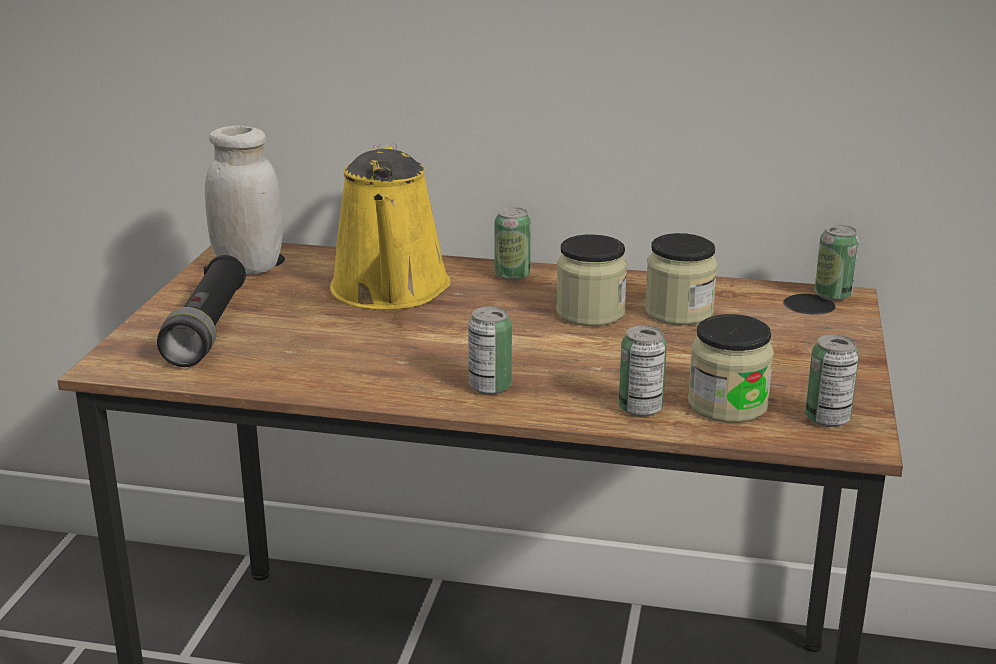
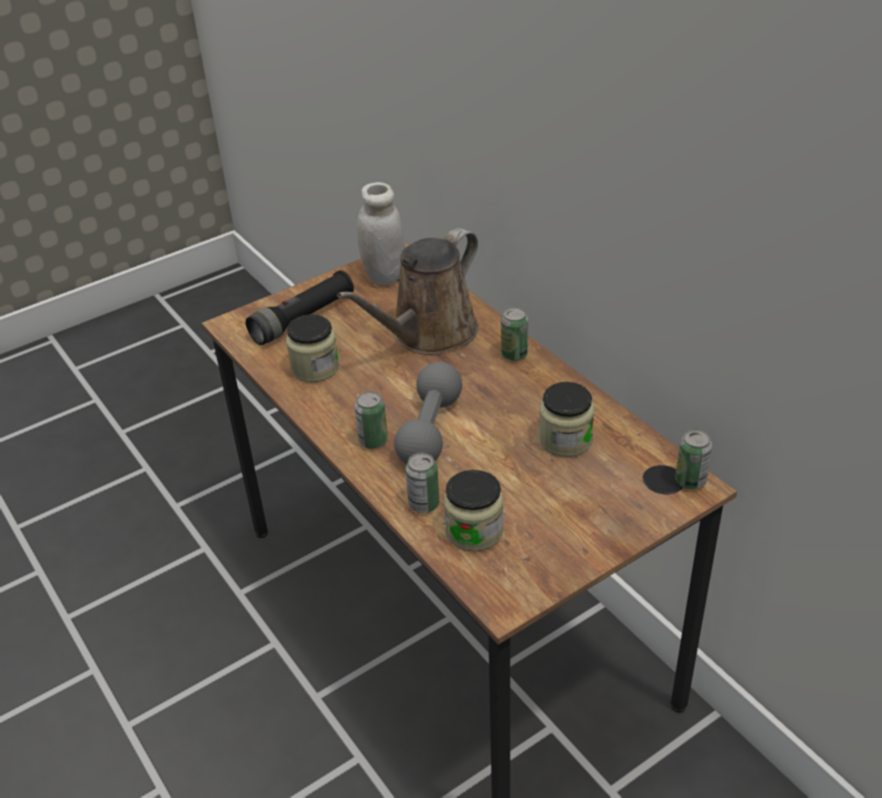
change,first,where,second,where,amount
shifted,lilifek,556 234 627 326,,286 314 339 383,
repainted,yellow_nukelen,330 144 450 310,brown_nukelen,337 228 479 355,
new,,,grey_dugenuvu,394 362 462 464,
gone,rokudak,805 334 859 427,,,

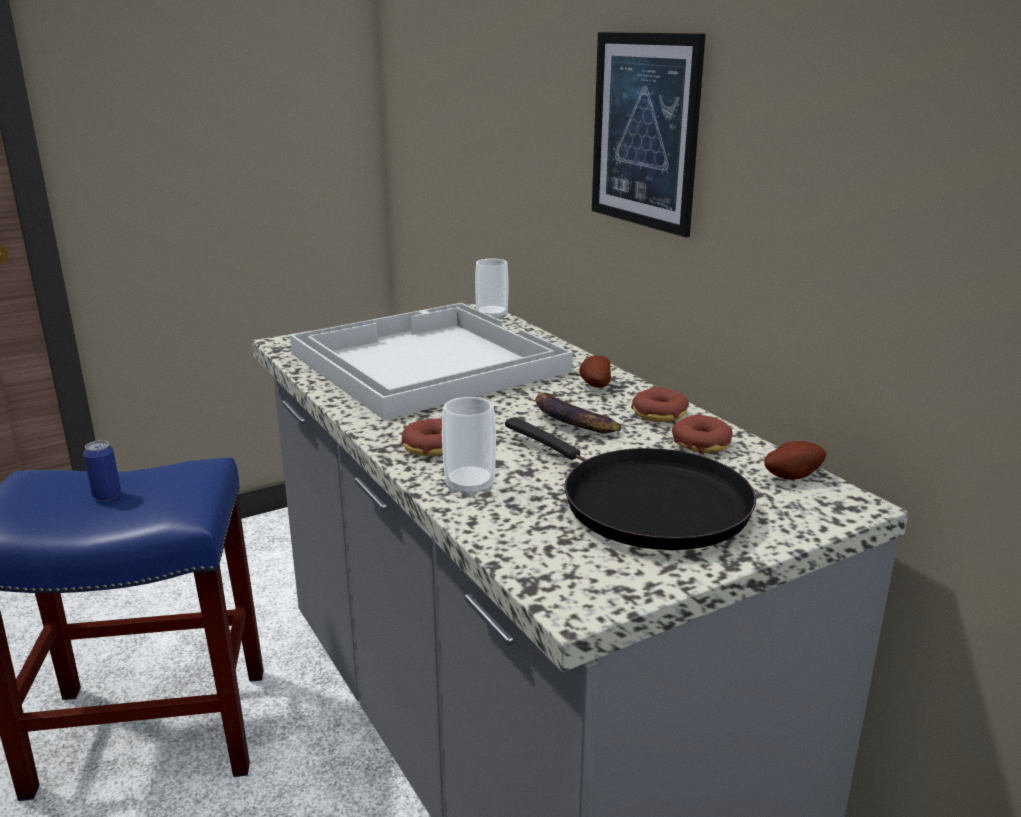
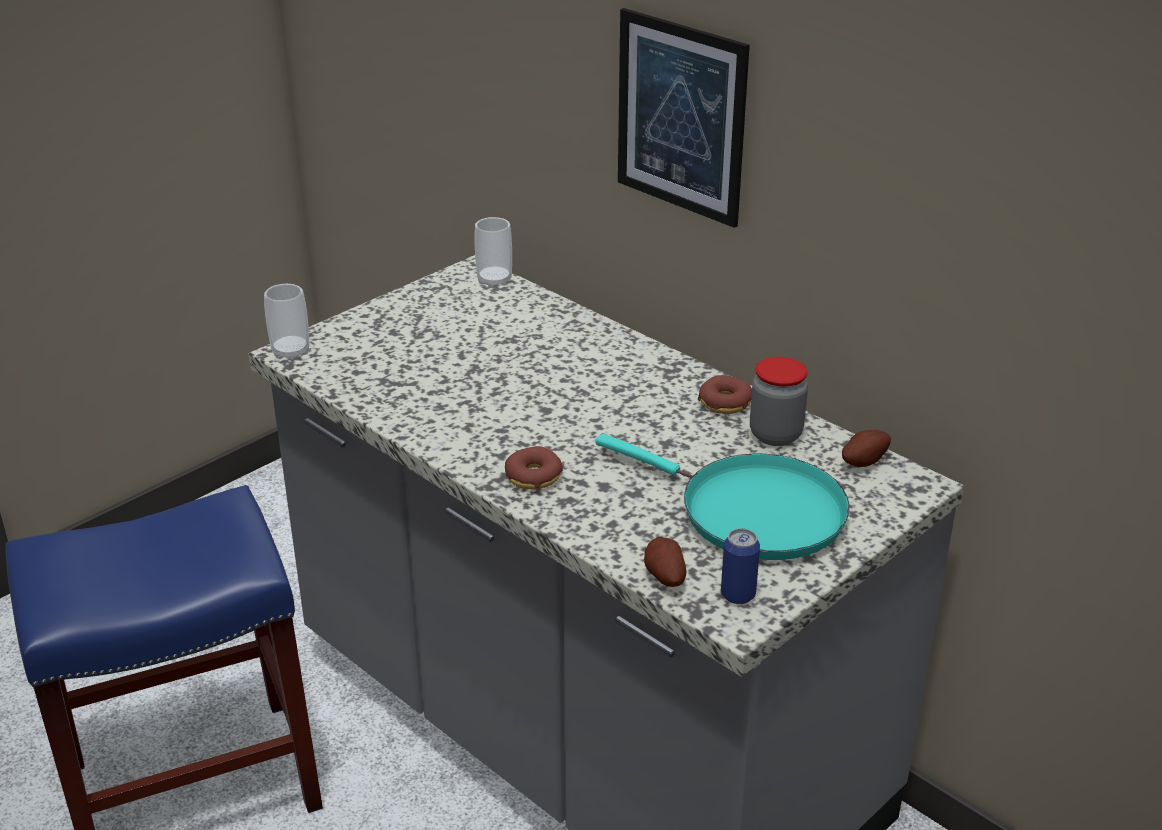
change,first,where,second,where,amount
shifted,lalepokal,442 397 496 497,,264 284 309 360,
repainted,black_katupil,505 417 756 550,turquoise_katupil,595 434 850 560,
shifted,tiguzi,579 355 611 388,,644 537 686 587,
shifted,rokudak,83 440 121 501,,721 528 760 604,
swapped,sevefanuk,672 415 733 454,lilifek,750 357 808 446,
gone,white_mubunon,290 303 573 420,,,
gone,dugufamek,535 393 622 433,,,

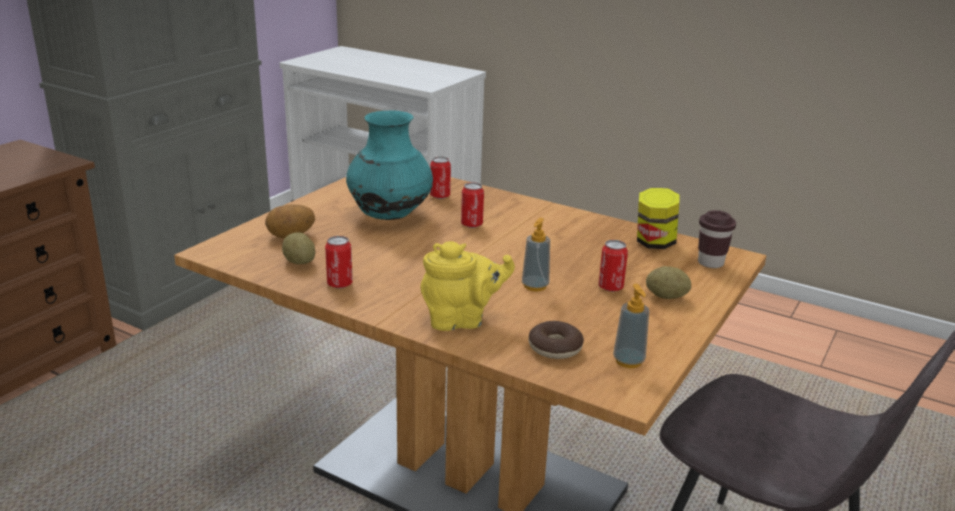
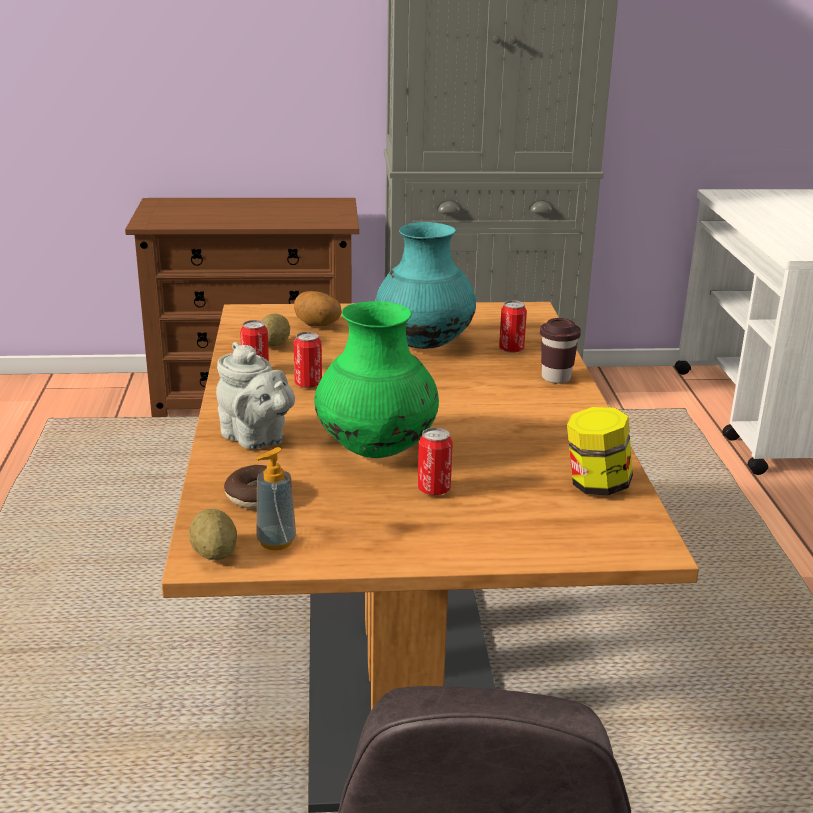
change,first,where,second,where,amount
shifted,tiguzi,646 266 691 299,,189 509 237 560,
repainted,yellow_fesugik,421 241 515 331,grey_fesugik,216 342 295 449,
shifted,rokudak,461 182 484 228,,294 332 322 388,
swapped,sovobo,522 218 550 291,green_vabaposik,314 301 439 458,
shifted,brown_lalepokal,698 210 736 268,,540 318 581 384,

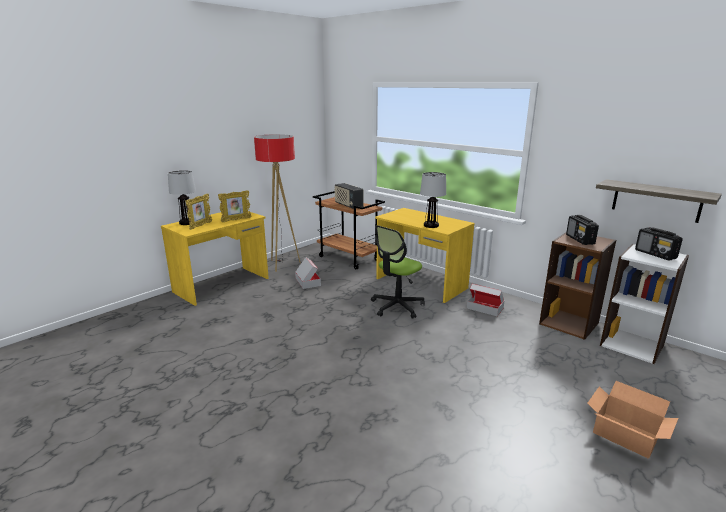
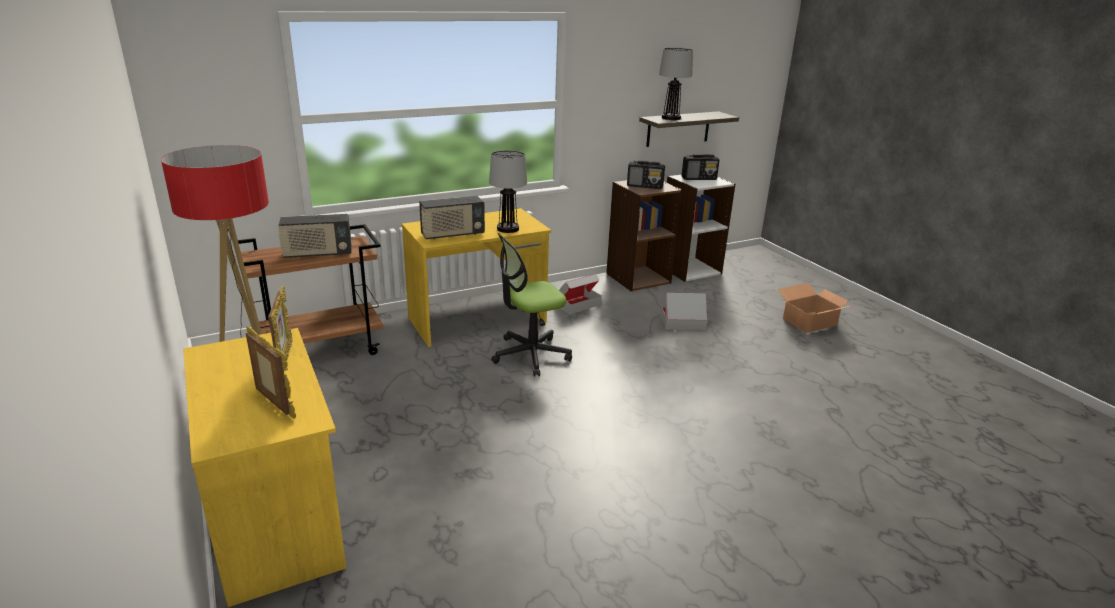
change,first,where,second,where,amount
new,,,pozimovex,419 196 485 240,
rotated,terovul,371 225 425 319,,491 233 572 376,90 degrees clockwise
shifted,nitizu,168 170 196 225,,659 48 693 120,
shifted,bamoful,295 257 321 289,,661 293 708 330,

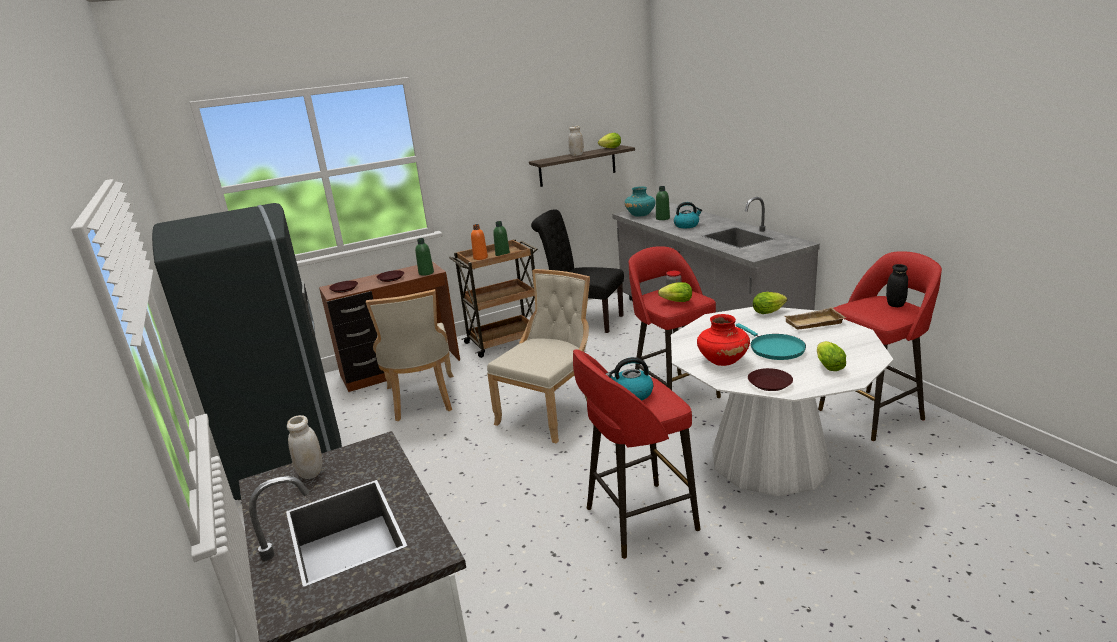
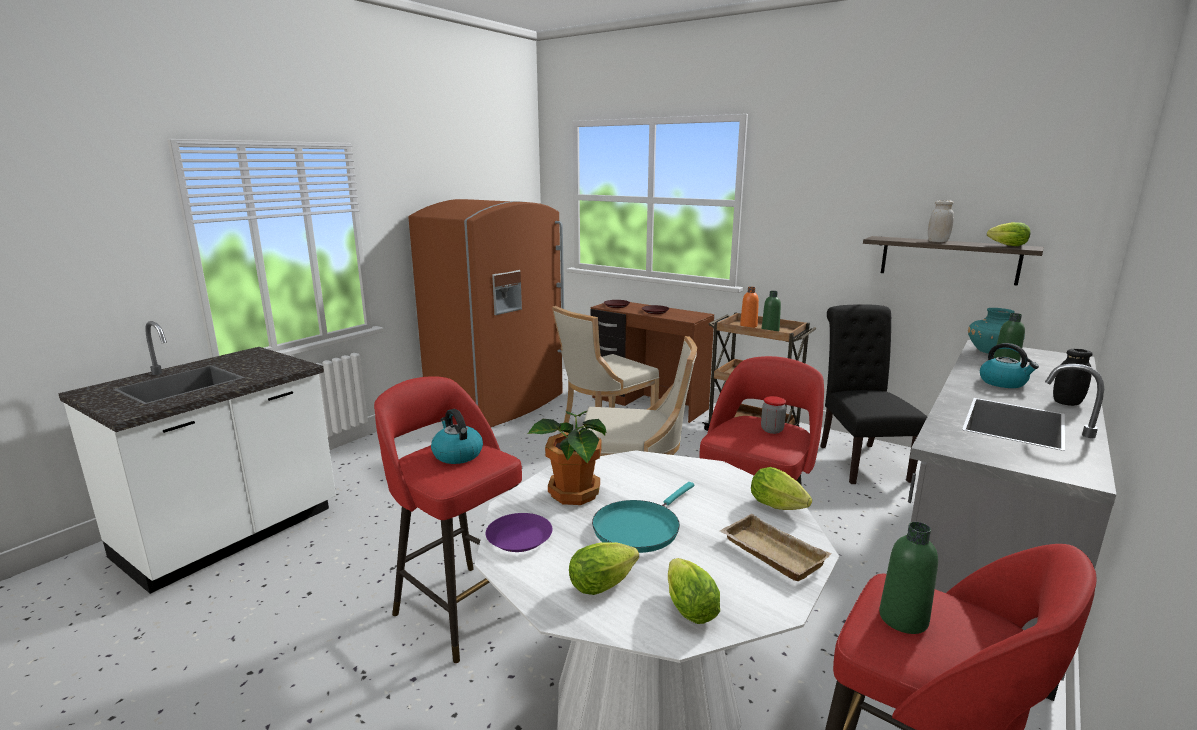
change,first,where,second,where,amount
repainted,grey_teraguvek,152 203 342 500,brown_teraguvek,408 199 564 427,
repainted,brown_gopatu,748 368 793 391,purple_gopatu,486 513 552 552,
swapped,red_vabaposik,697 314 750 366,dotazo,528 411 607 505,
shifted,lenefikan,658 282 692 302,,668 558 720 624,
shifted,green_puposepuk,415 238 434 276,,879 522 938 634,
shifted,black_lilifek,886 264 908 307,,1053 349 1092 406,
gone,white_lilifek,287 415 322 479,,,

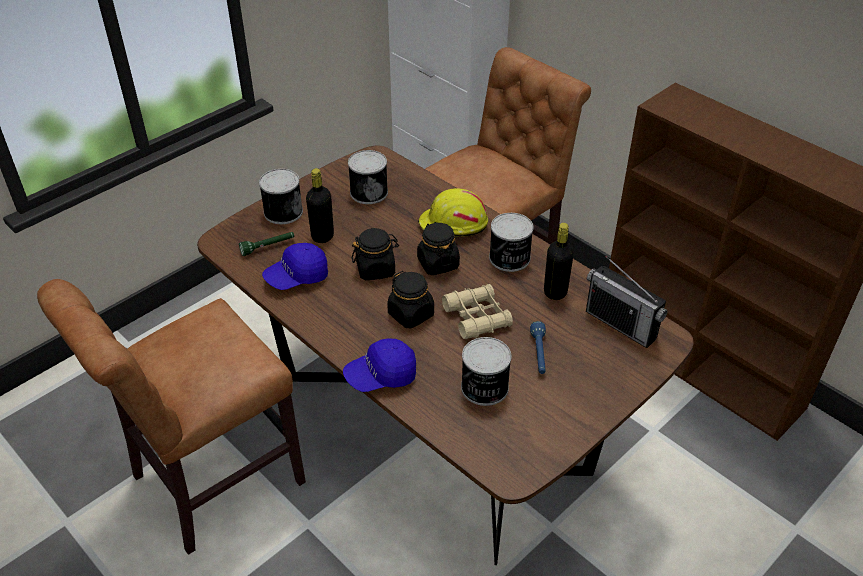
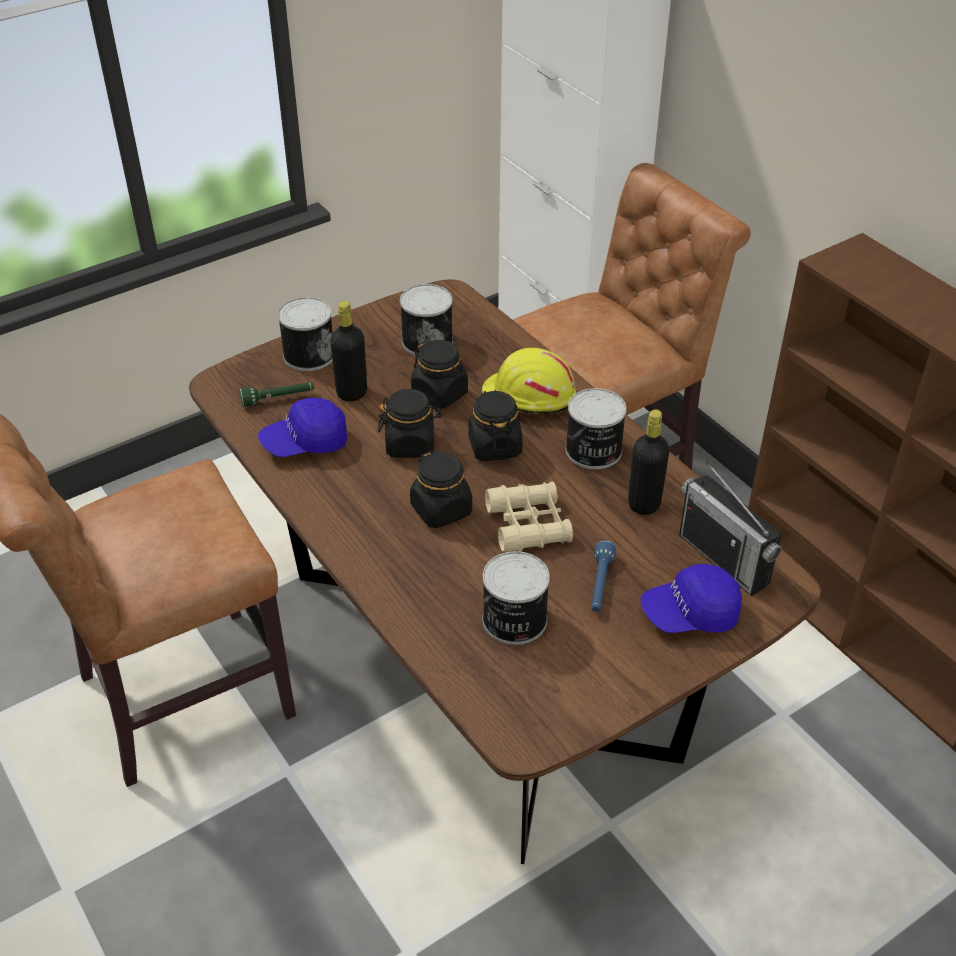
change,first,where,second,where,amount
new,,,black_lilifek,411 340 468 409,
shifted,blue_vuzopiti,343 338 416 392,,641 564 742 633,

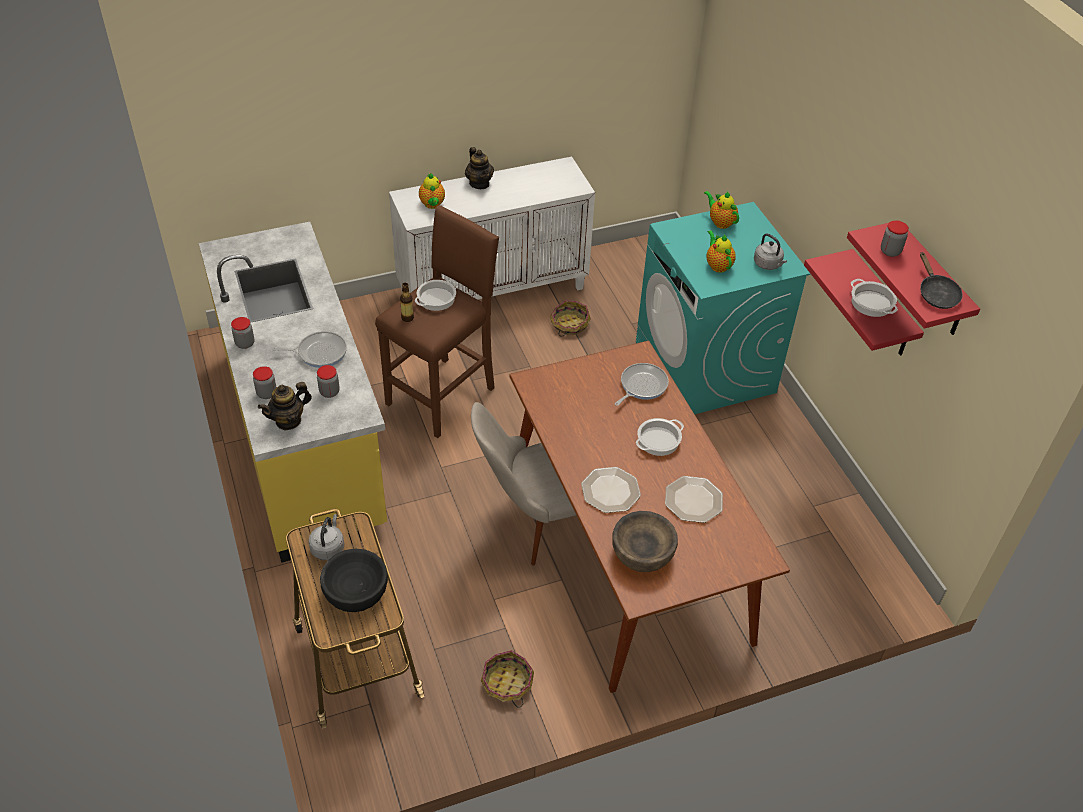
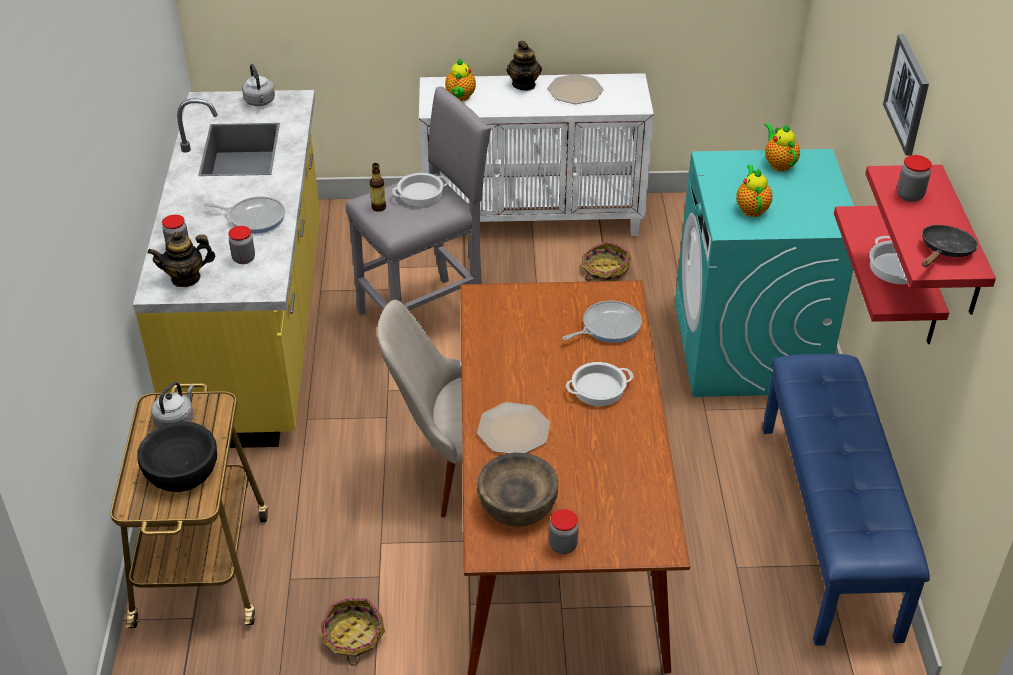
change,first,where,second,where,amount
shifted,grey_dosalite,754 233 787 270,,242 64 275 106,
repainted,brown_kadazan,375 205 499 438,grey_kadazan,346 86 491 316,
shifted,gopatu,665 476 723 523,,548 74 604 104,
shifted,lilifek,231 317 254 349,,549 509 578 554,
new,,,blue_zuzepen,763 354 930 646,
new,,,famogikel,883 34 929 155,
rotated,black_katupil,920 253 963 309,,922 225 978 267,150 degrees counterclockwise

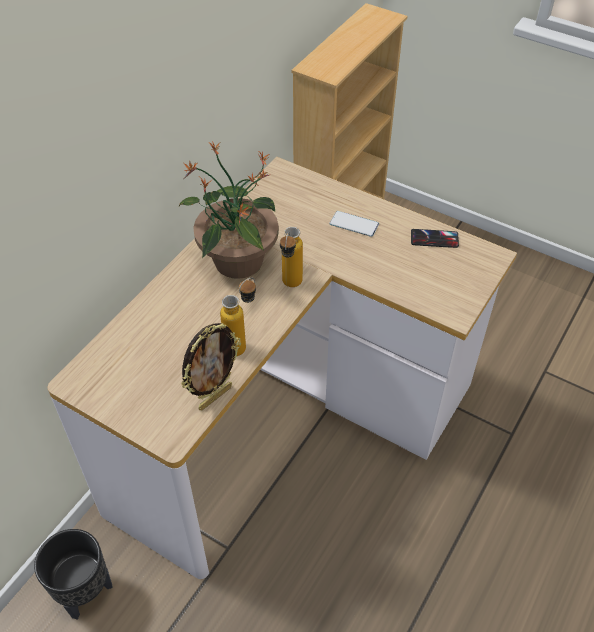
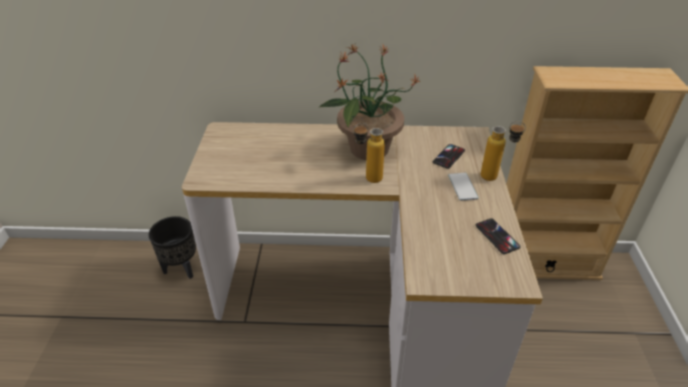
change,first,where,second,where,amount
new,,,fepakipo,433 144 465 169,
shifted,puposepuk,220 278 256 356,,481 121 526 181,
gone,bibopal,181 323 241 410,,,

